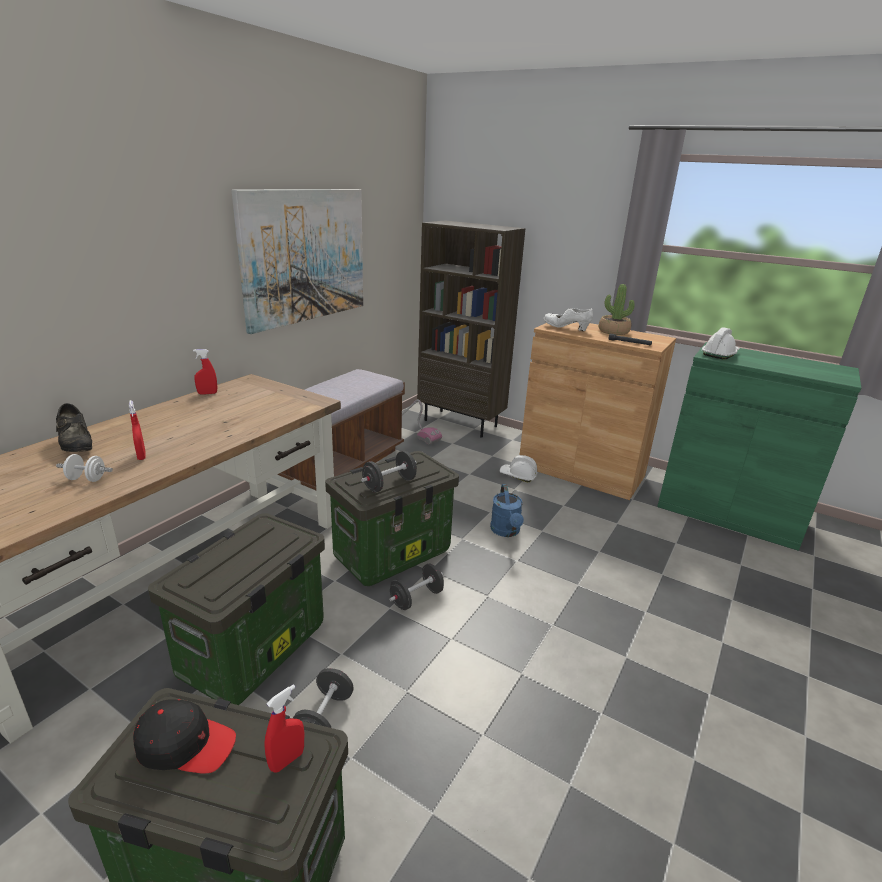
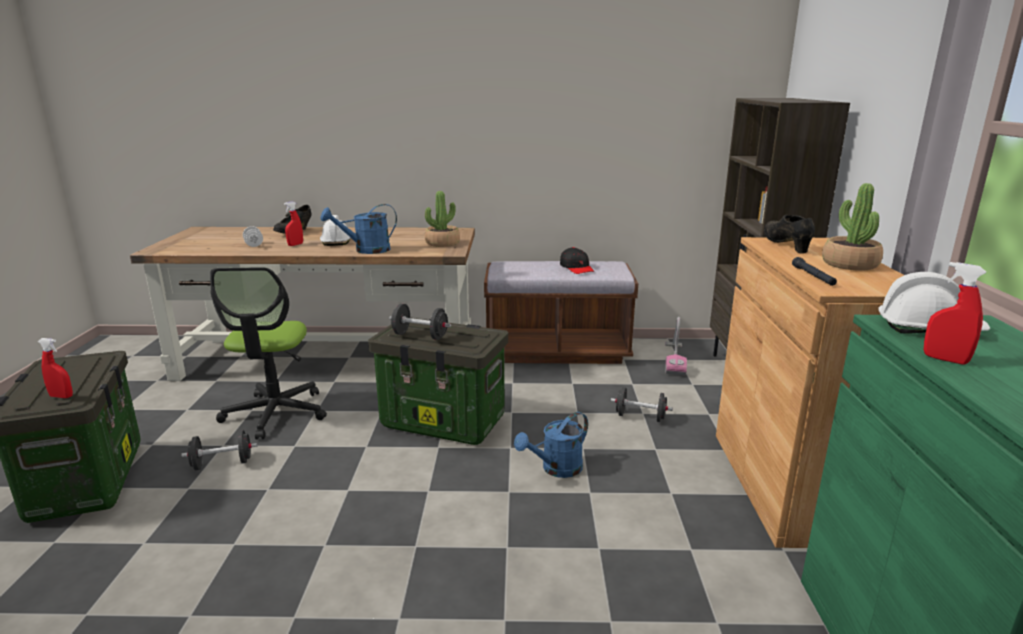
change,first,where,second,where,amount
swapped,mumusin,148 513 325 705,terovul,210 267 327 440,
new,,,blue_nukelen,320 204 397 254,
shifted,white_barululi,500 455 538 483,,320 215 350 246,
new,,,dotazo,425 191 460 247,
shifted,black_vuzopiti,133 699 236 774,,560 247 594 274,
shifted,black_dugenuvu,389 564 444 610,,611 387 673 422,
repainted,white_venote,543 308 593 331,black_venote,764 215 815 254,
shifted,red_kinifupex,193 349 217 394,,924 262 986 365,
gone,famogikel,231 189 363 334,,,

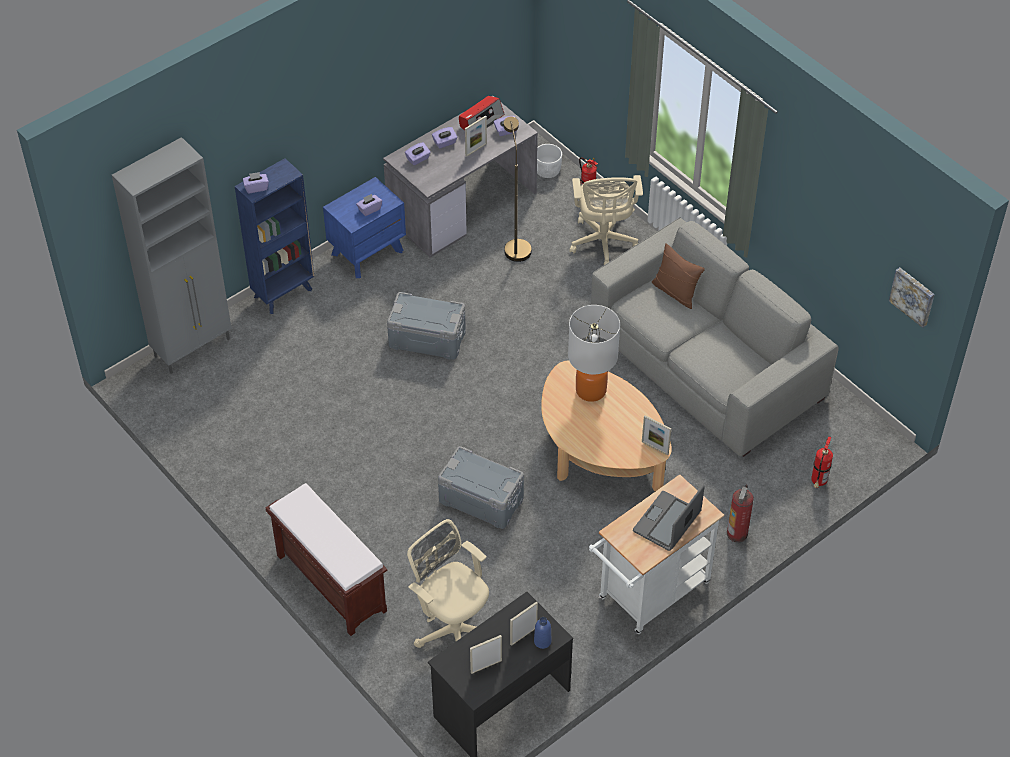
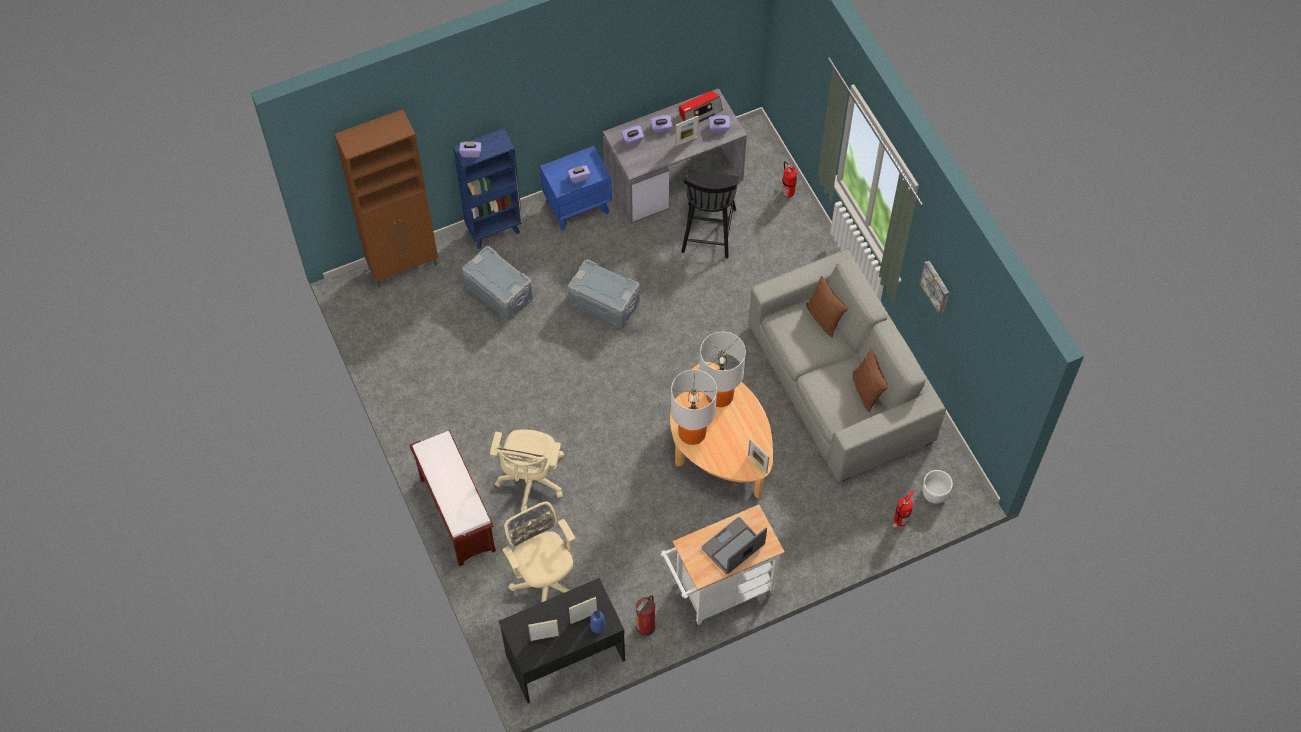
change,first,where,second,where,amount
repainted,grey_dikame,112 137 232 374,brown_dikame,334 109 438 287,
shifted,grey_mumusin,438 446 524 529,,462 246 533 321,
shifted,beige_terovul,569 175 643 265,,490 429 564 512,
shifted,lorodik,727 485 754 542,,636 595 655 636,
new,,,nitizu,671 369 717 445,
swapped,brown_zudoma,504 116 532 262,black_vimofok,681 170 739 258,
new,,,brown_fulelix,853 348 888 413,
shifted,famogikel,889 267 935 328,,920 261 949 315,
shifted,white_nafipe,537 144 562 178,,922 470 953 504,

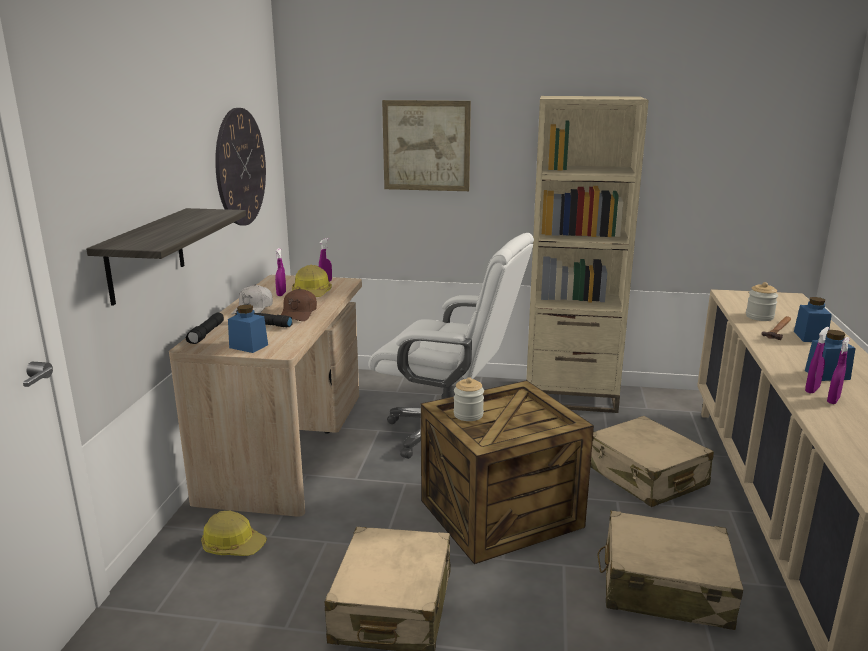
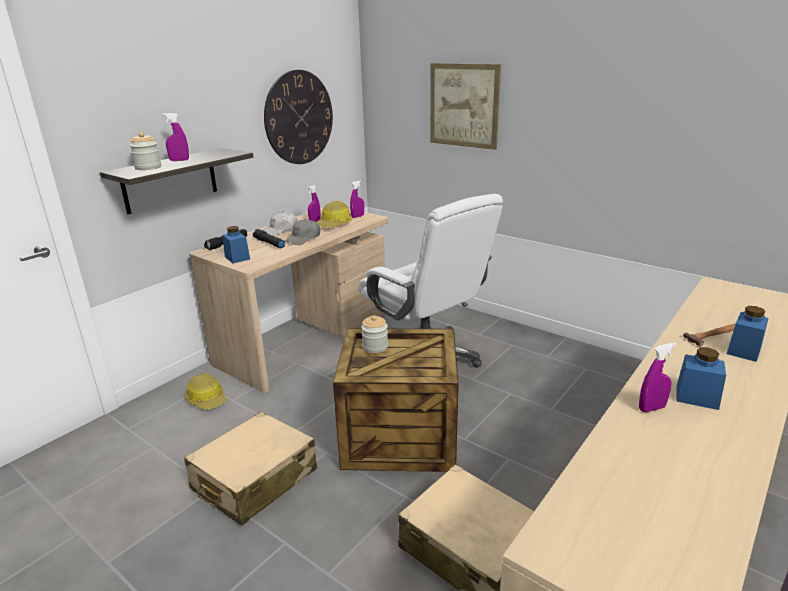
change,first,where,second,where,amount
shifted,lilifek,746 282 778 321,,129 132 161 170,
shifted,purple_kinifupex,827 337 850 404,,163 113 189 161,
repainted,brown_vuzopiti,281 289 317 321,grey_vuzopiti,284 219 320 245,
gone,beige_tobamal,526 96 649 413,,,
gone,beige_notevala,590 416 714 507,,,

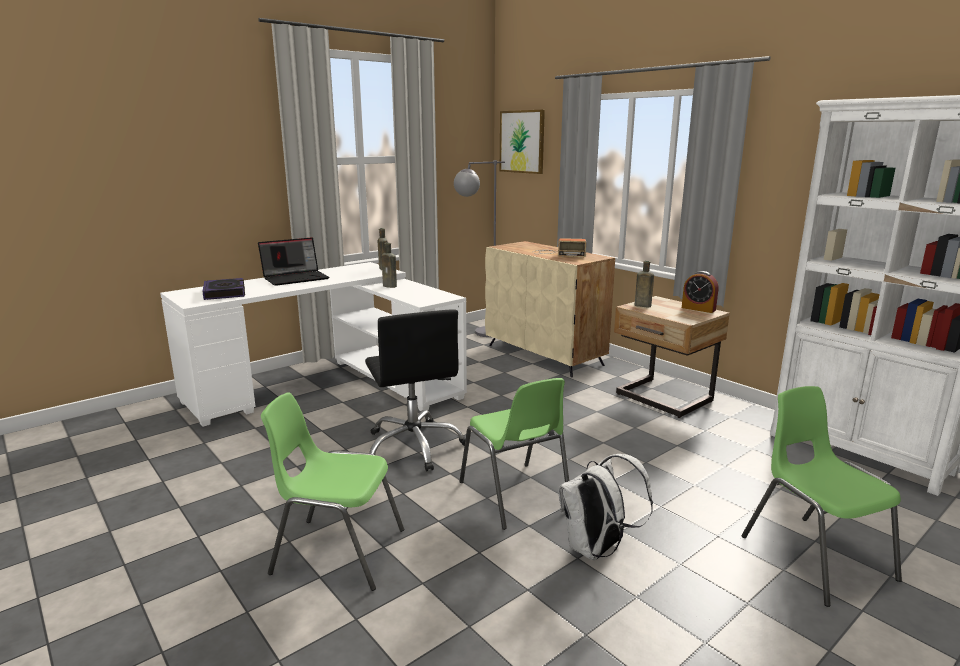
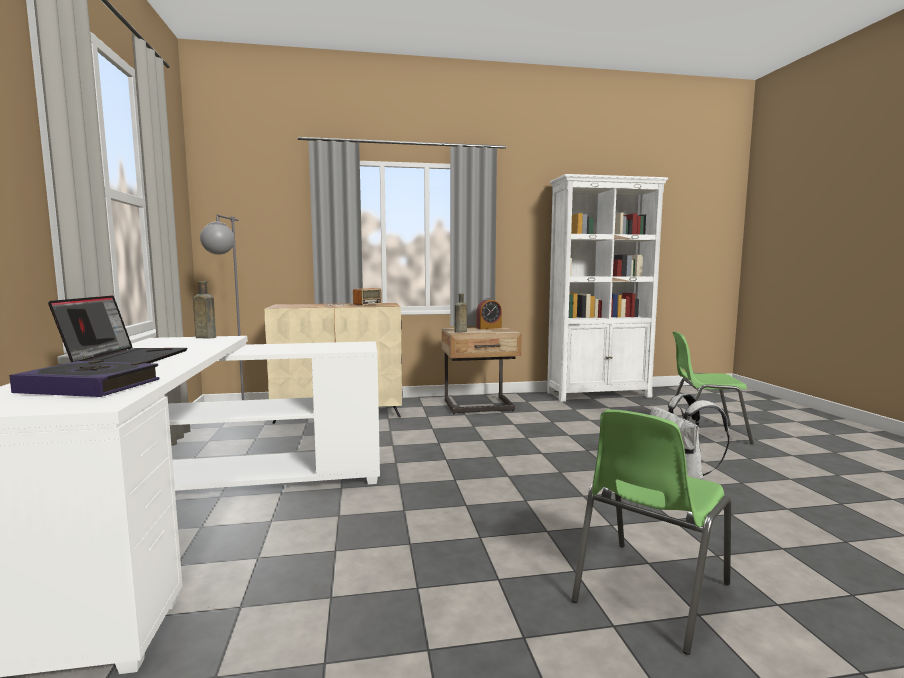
change,first,where,second,where,amount
gone,black_terovul,365 309 466 471,,,
gone,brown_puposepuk,381 243 397 288,,,
gone,green_vimofok,459 378 569 530,,,
gone,famogikel,500 110 545 174,,,

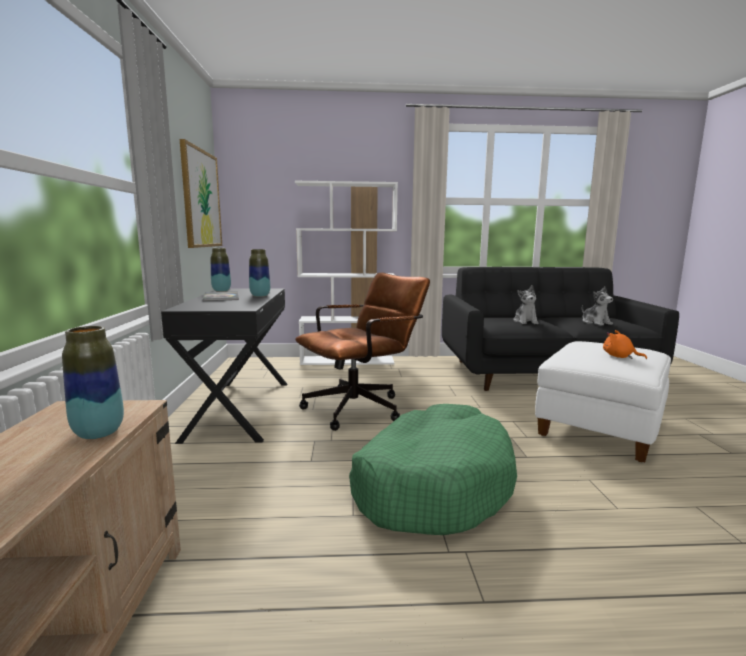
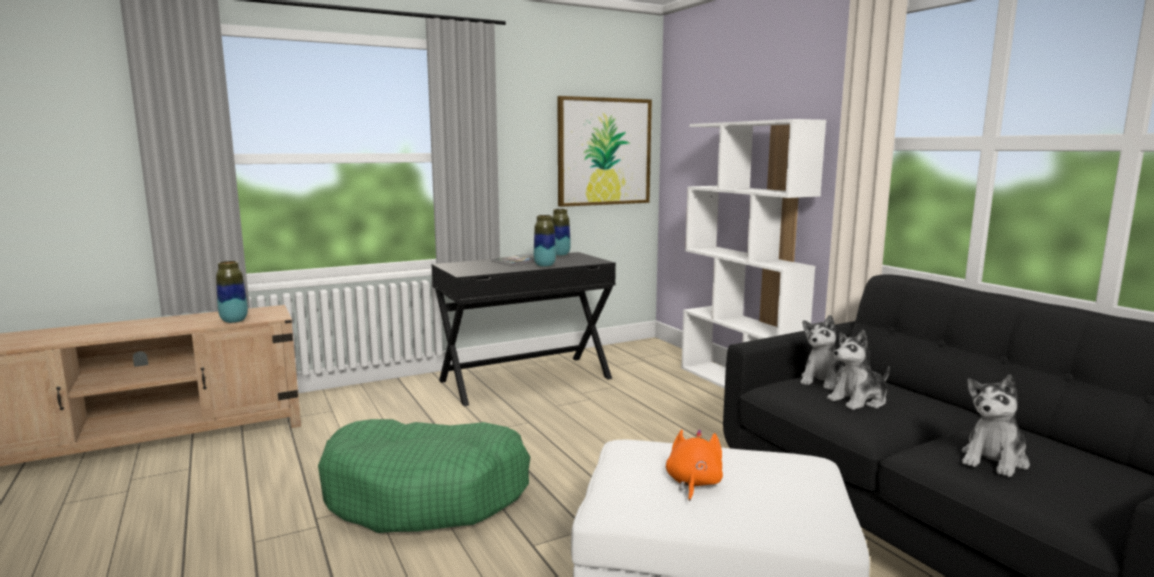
change,first,where,second,where,amount
new,,,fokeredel,800 315 844 390,
gone,brown_terovul,295 272 430 431,,,

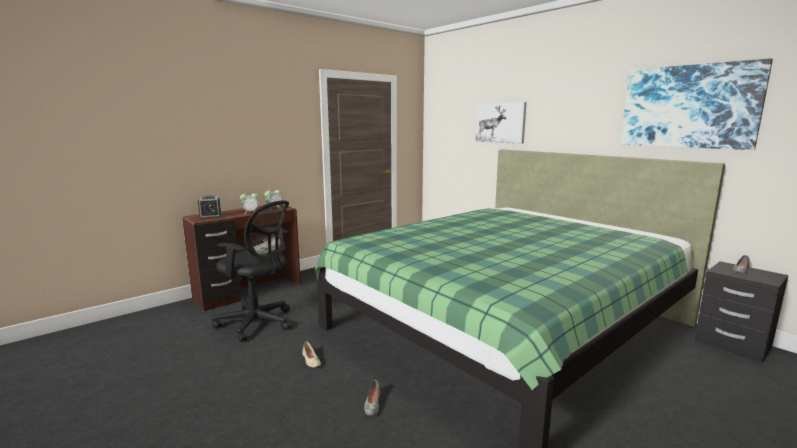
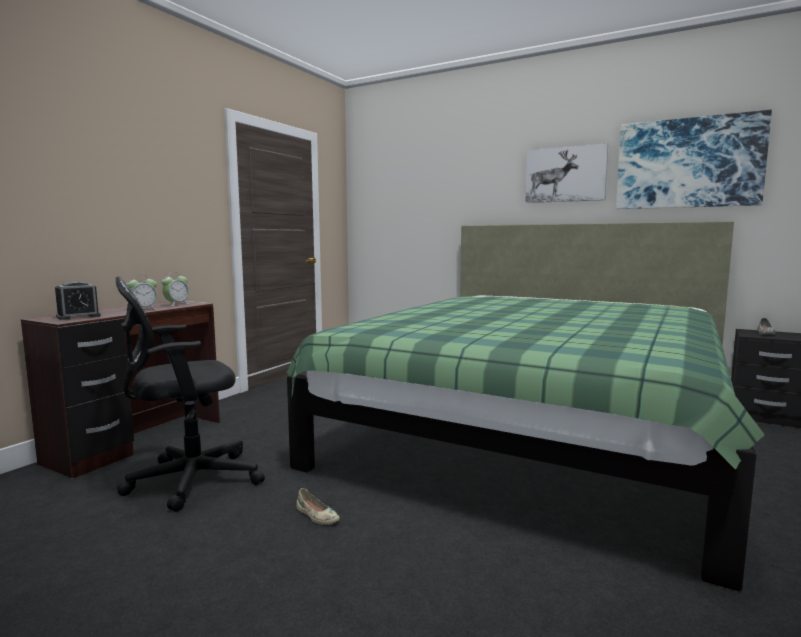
change,first,where,second,where,amount
rotated,black_terovul,211 200 291 342,,116 277 265 512,150 degrees clockwise
shifted,famogikel,475 102 527 144,,525 143 608 203,
gone,grey_venote,364 380 380 416,,,

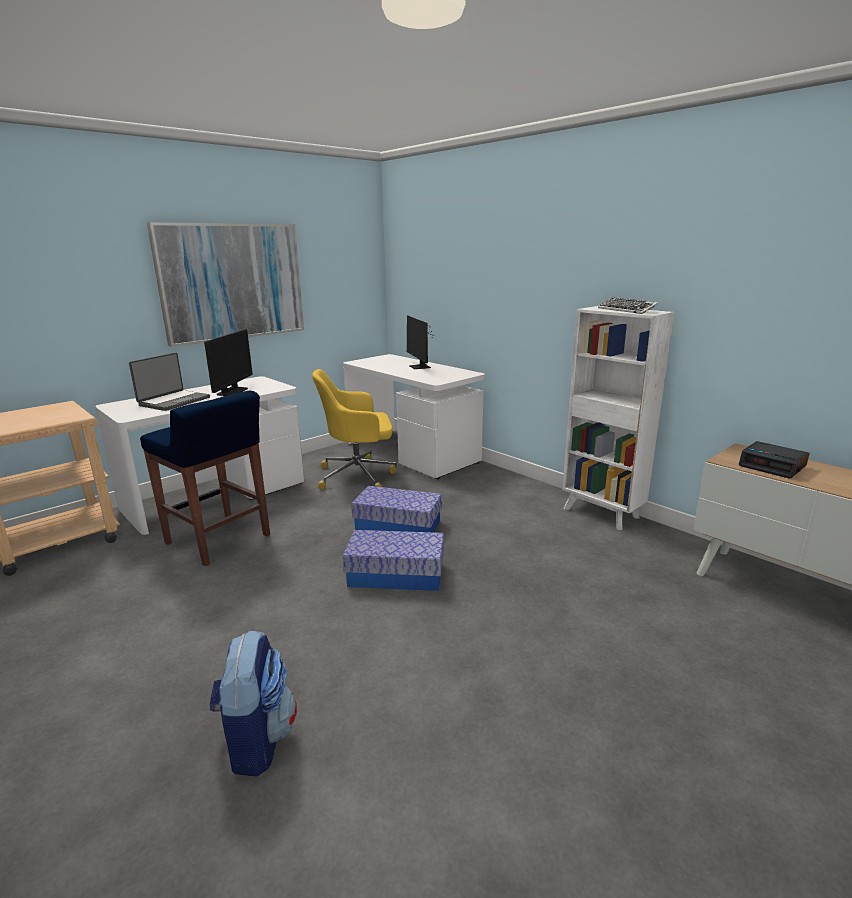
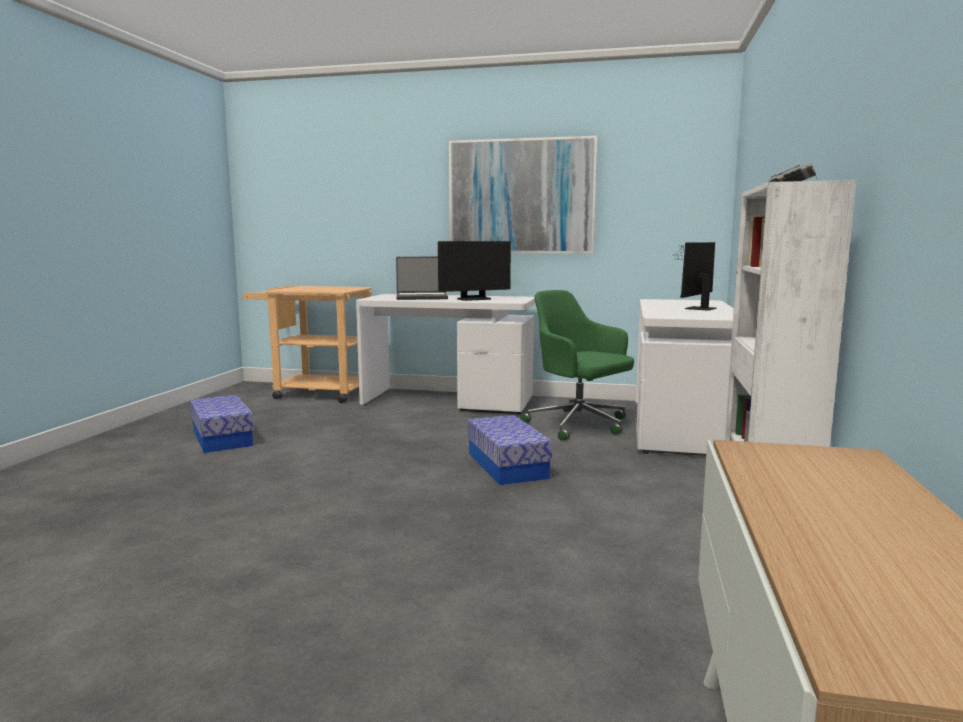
change,first,where,second,where,amount
shifted,mumusin,342 530 444 591,,190 395 254 453,
repainted,yellow_terovul,312 369 397 490,green_terovul,520 290 634 441,
gone,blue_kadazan,140 391 270 566,,,
gone,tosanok,209 631 297 777,,,
gone,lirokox,739 441 810 479,,,

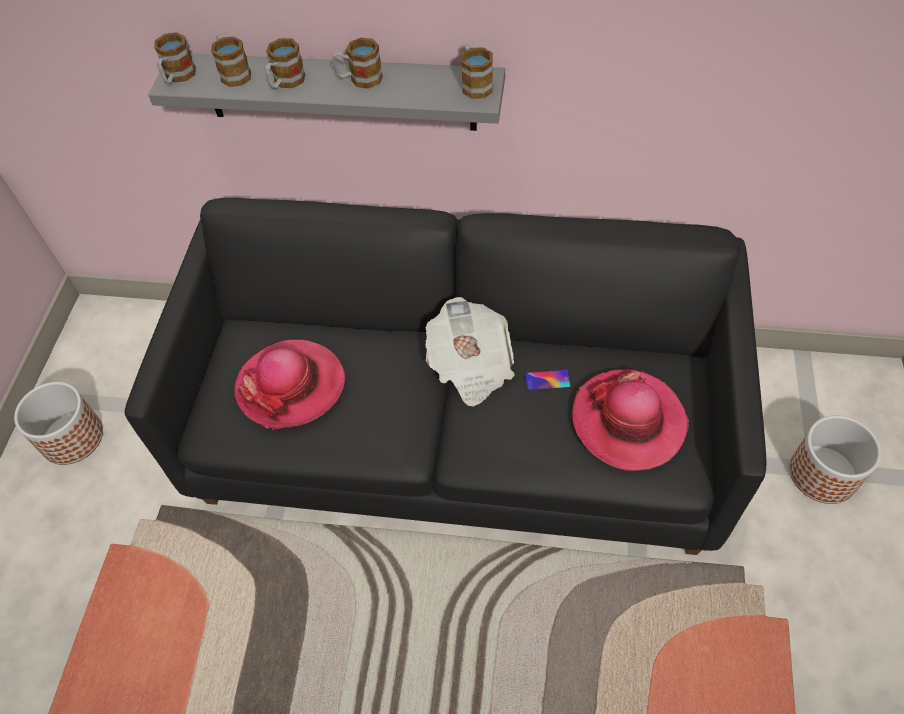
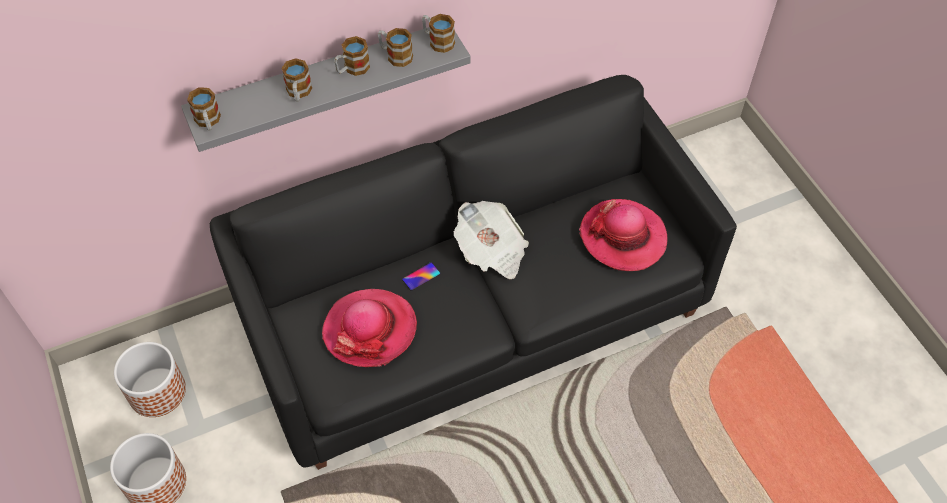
change,first,where,second,where,amount
shifted,nafipe,789 415 881 504,,114 342 186 417,
shifted,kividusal,211 34 251 87,,378 28 413 67,
shifted,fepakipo,525 370 571 391,,402 262 440 291,

